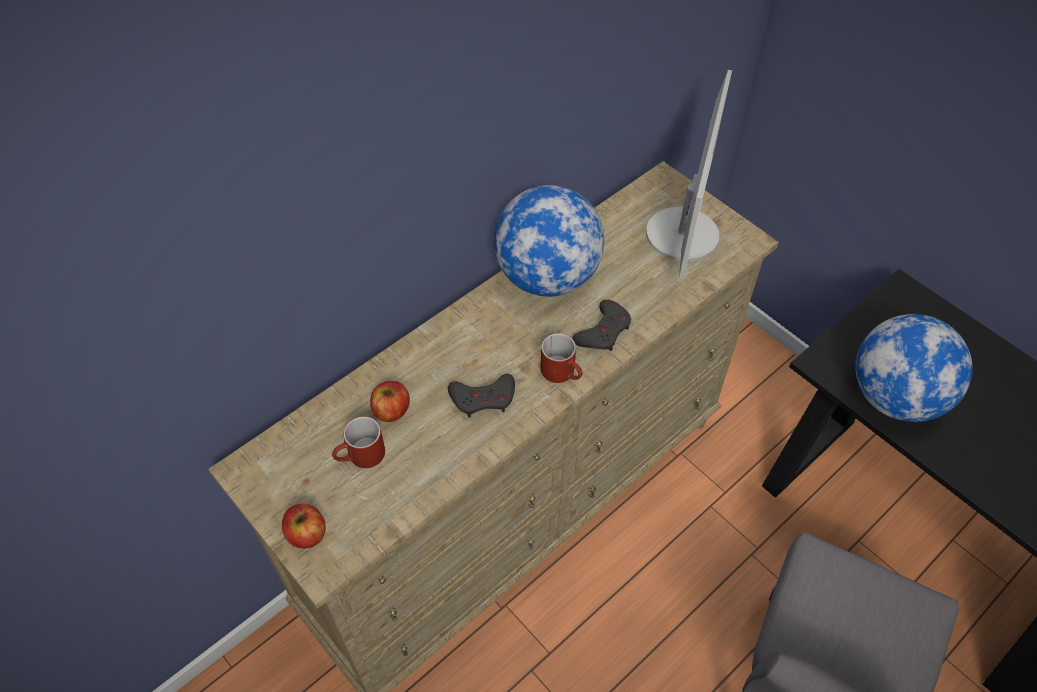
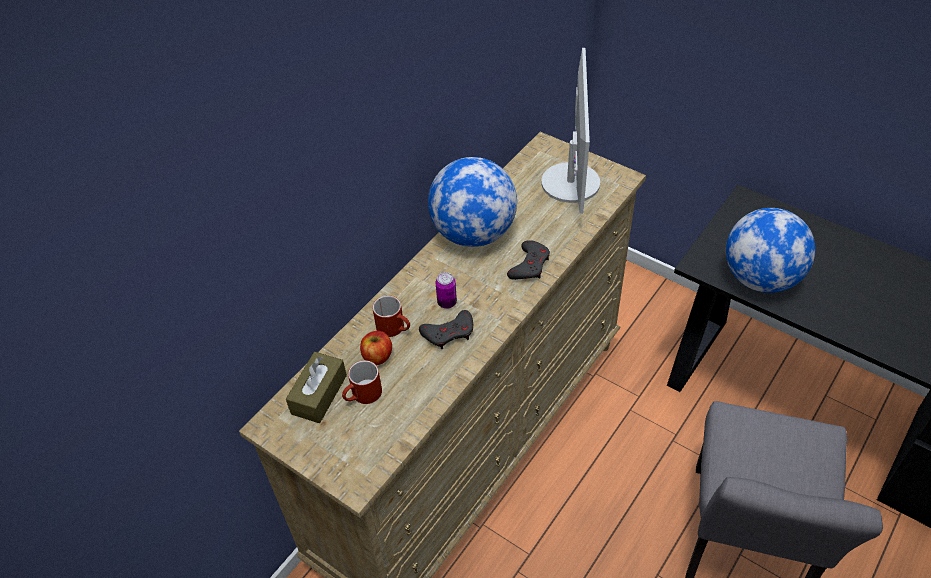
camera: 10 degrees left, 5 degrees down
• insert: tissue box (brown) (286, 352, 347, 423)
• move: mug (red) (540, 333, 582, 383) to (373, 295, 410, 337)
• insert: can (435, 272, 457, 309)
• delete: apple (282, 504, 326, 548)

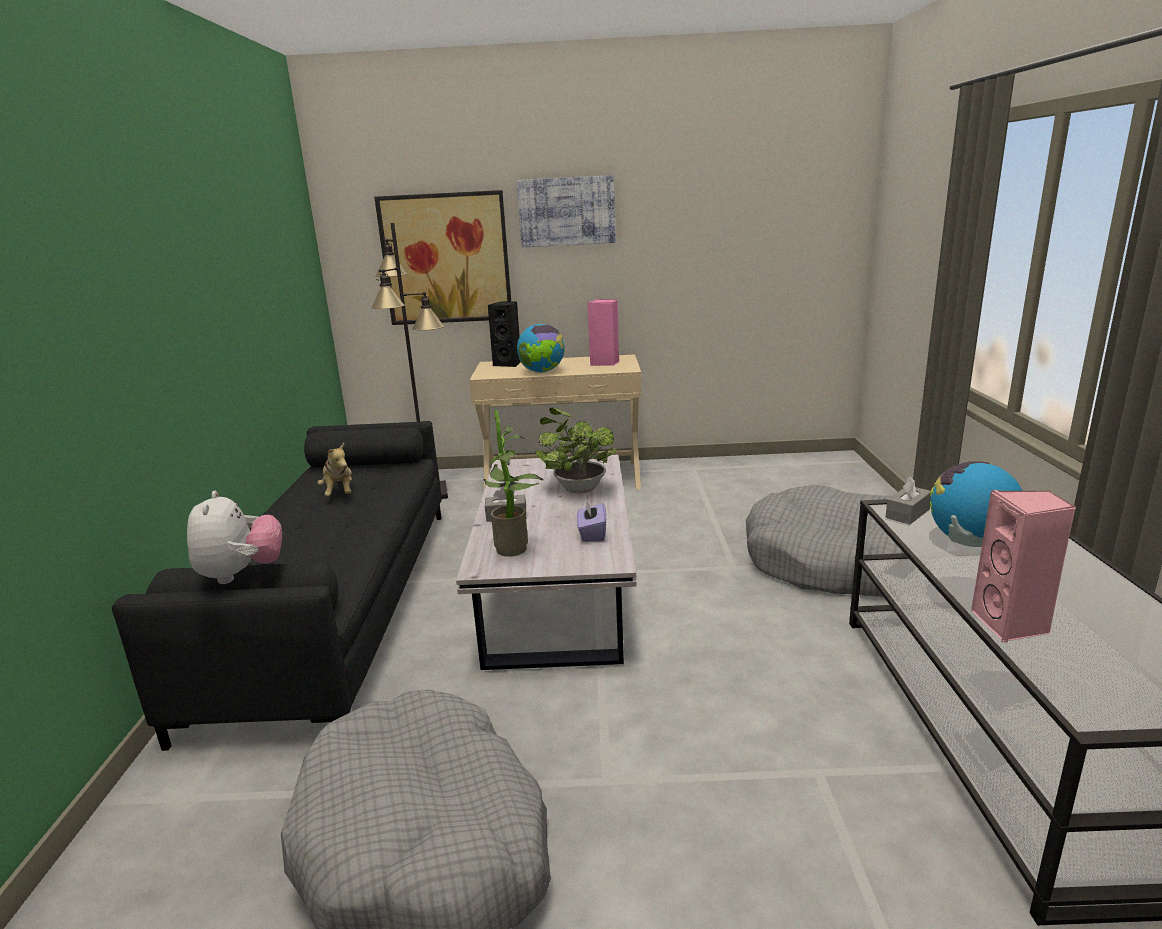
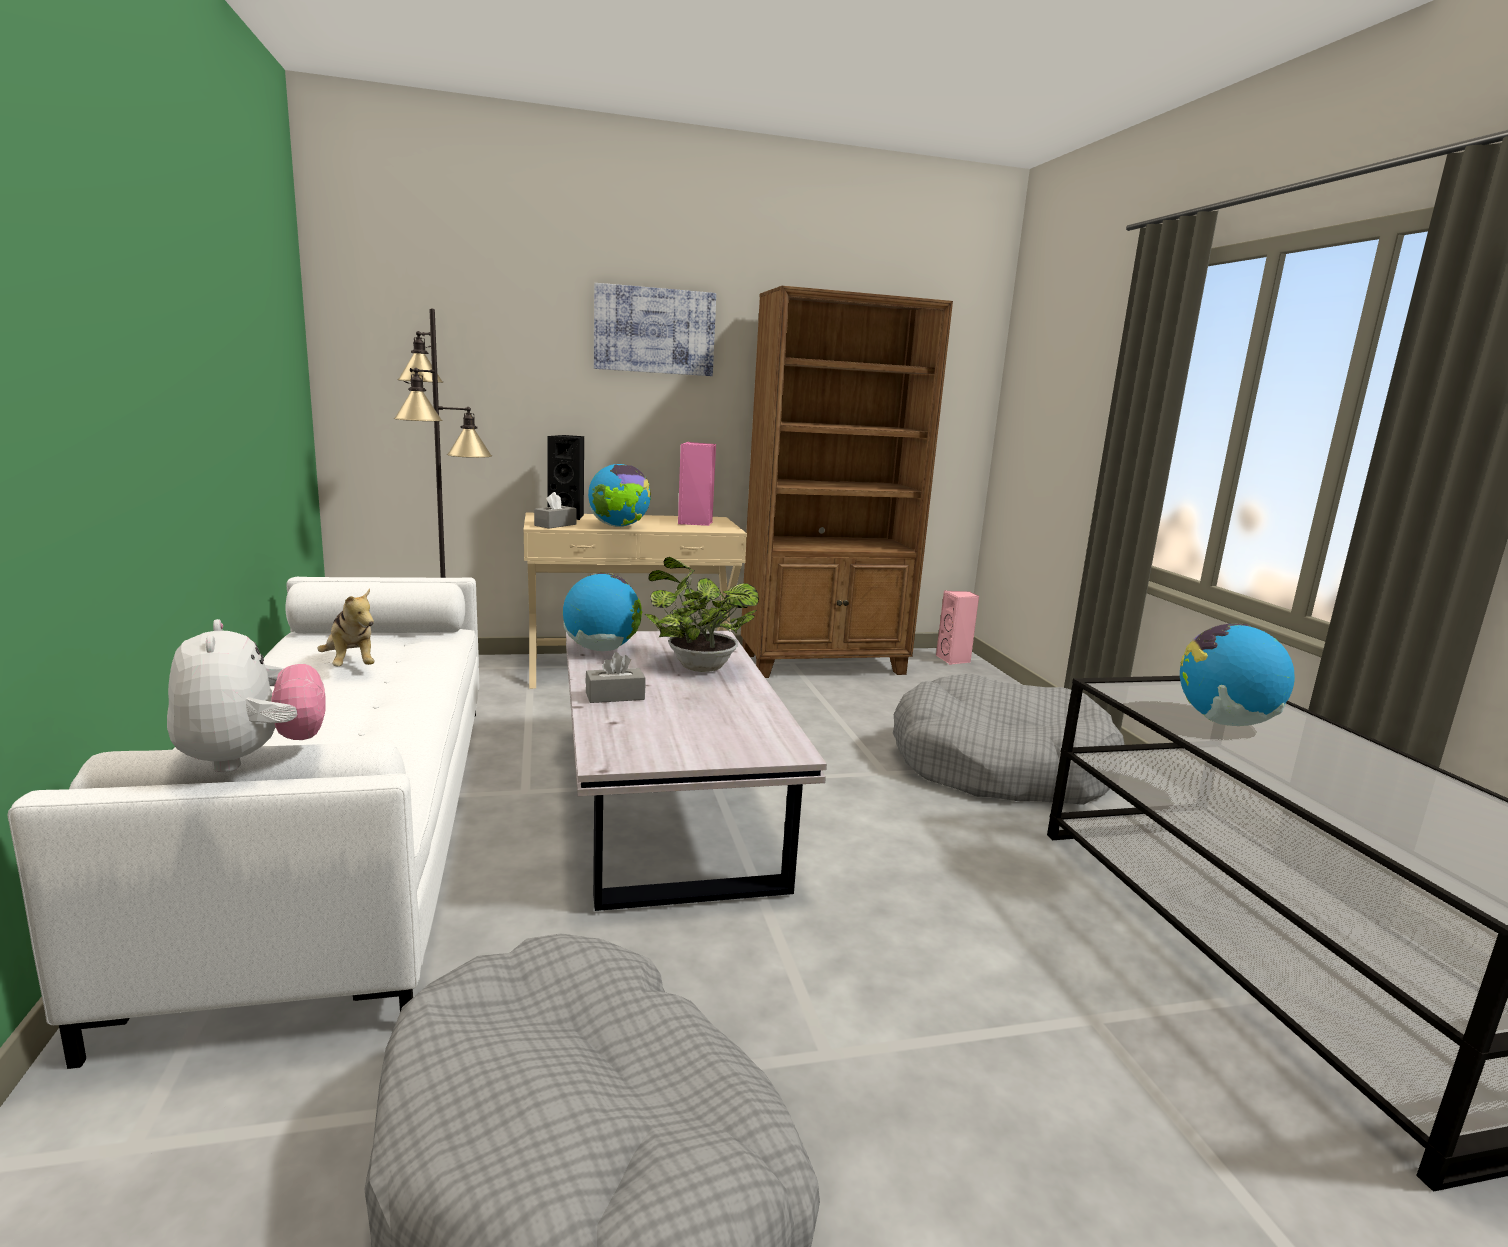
camera: 15 degrees left, 5 degrees down
• recolor: sofa (black) (112, 421, 442, 751) to sofa (white) (8, 577, 479, 1069)
• move: tissue box (grey) (886, 476, 931, 525) to (534, 492, 576, 528)
• insert: globe (563, 573, 642, 651)
• insert: bookcase (brown) (741, 286, 953, 678)
• move: speaker (pink) (971, 490, 1076, 642) to (936, 590, 979, 665)
• delete: picture (374, 190, 511, 325)
• delete: potted plant (483, 410, 544, 557)
• delete: tissue box (purple) (577, 500, 606, 542)

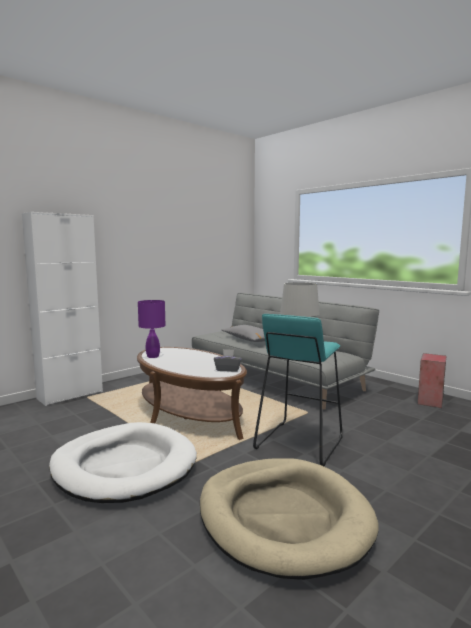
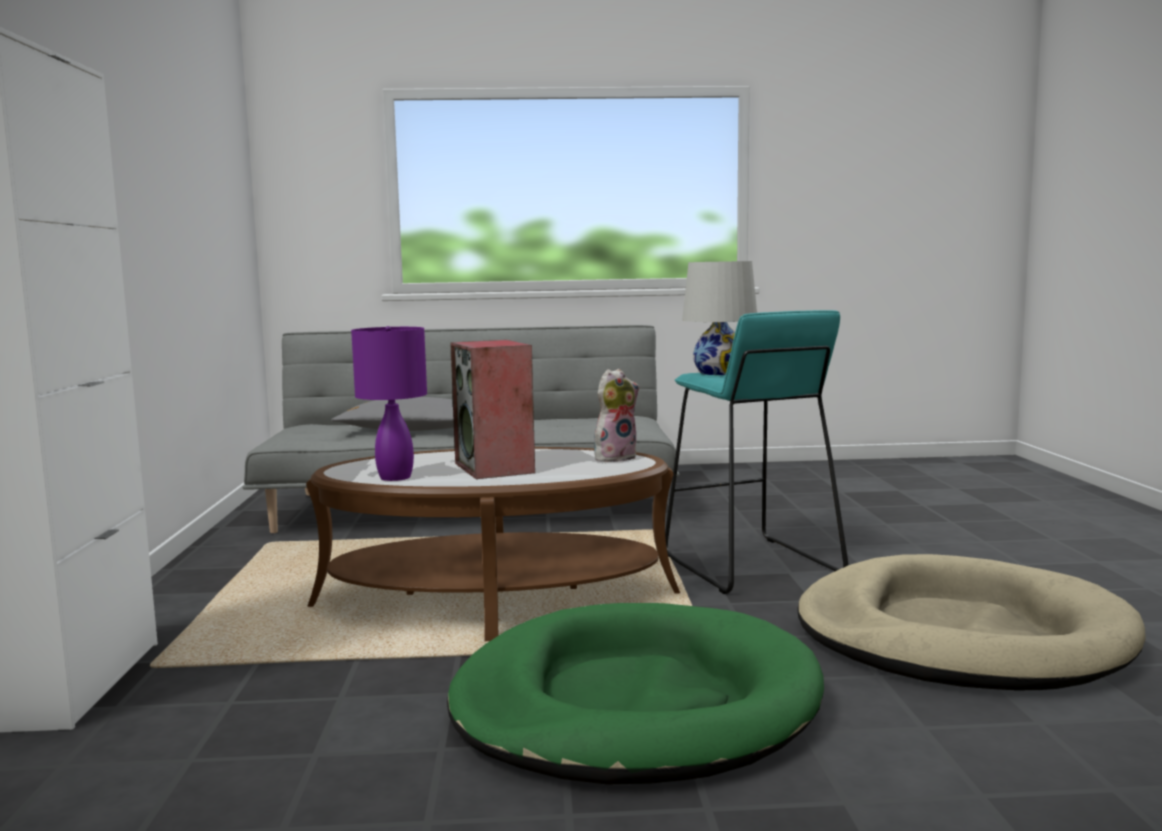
camera: 50 degrees left, 0 degrees up
• recolor: dog bed (white) (49, 422, 197, 503) to dog bed (green) (447, 603, 824, 784)
• move: speaker (418, 353, 446, 408) to (450, 340, 535, 479)
• replace: tissue box (grey) (214, 349, 242, 372) to plush toy (594, 369, 639, 463)

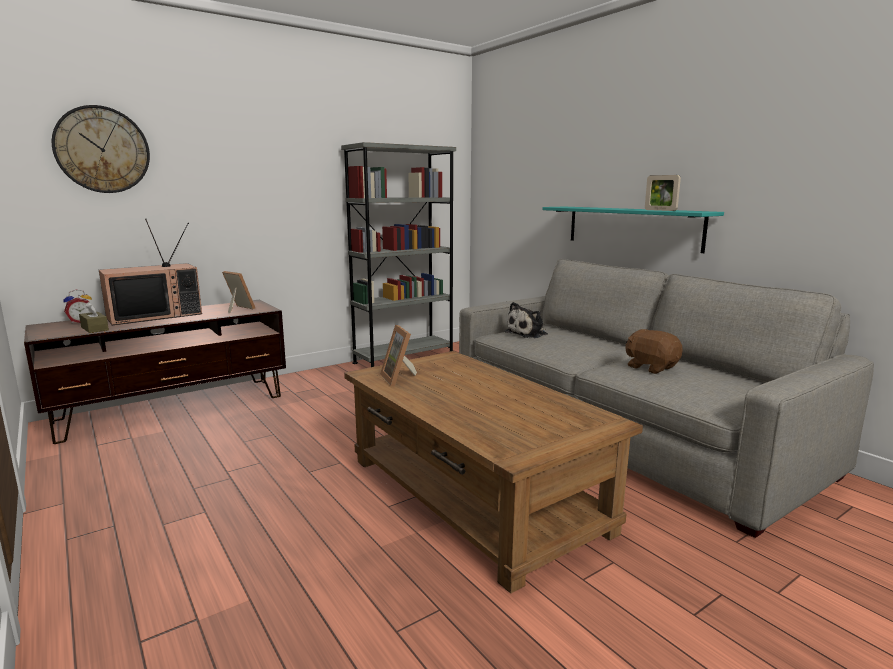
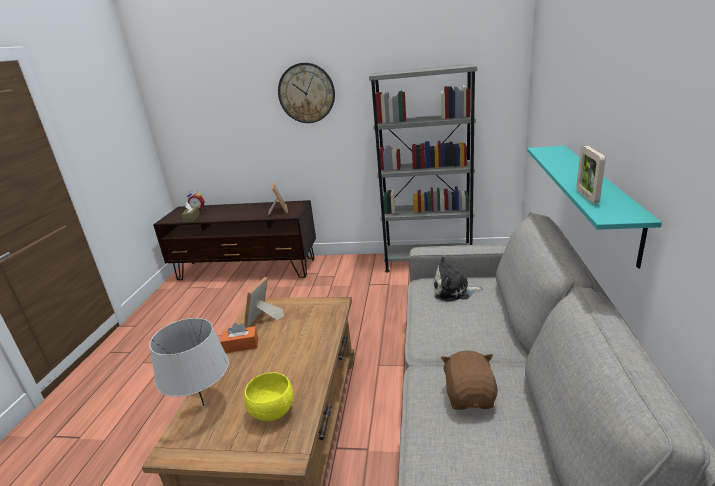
camera: 45 degrees right, 10 degrees up
• insert: table lamp (grey) (149, 318, 229, 406)
• insert: tissue box (orange) (220, 323, 258, 353)
• insert: bowl (yellow) (244, 372, 293, 421)
• move: wall clock (52, 105, 150, 193) to (278, 63, 335, 123)
• delete: television (99, 219, 202, 325)

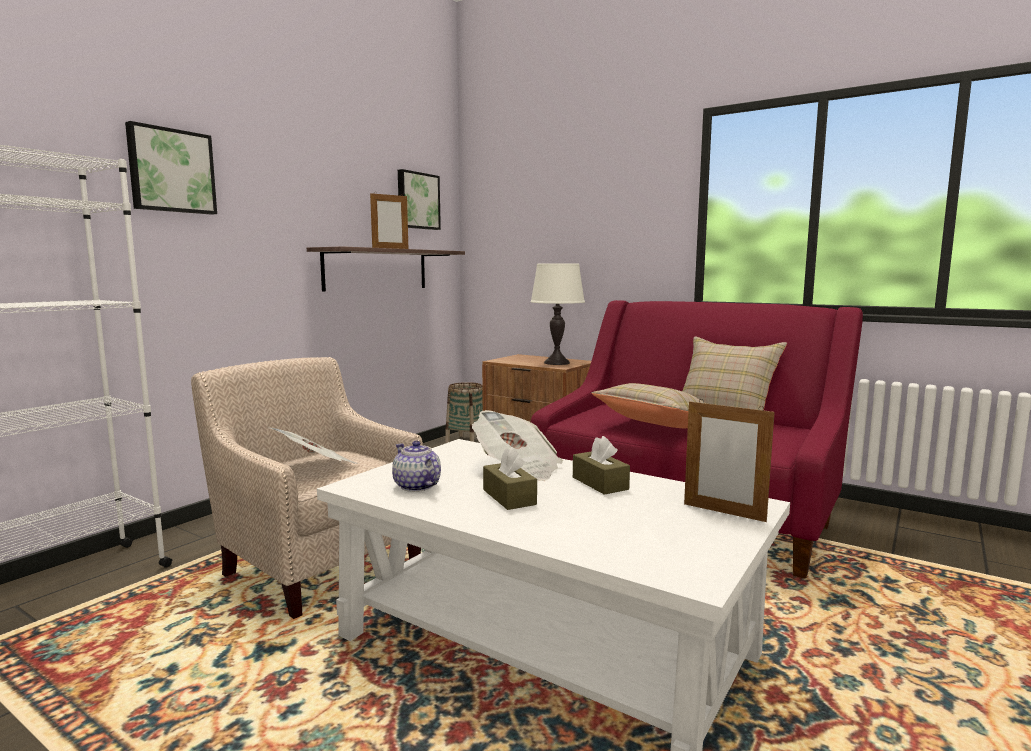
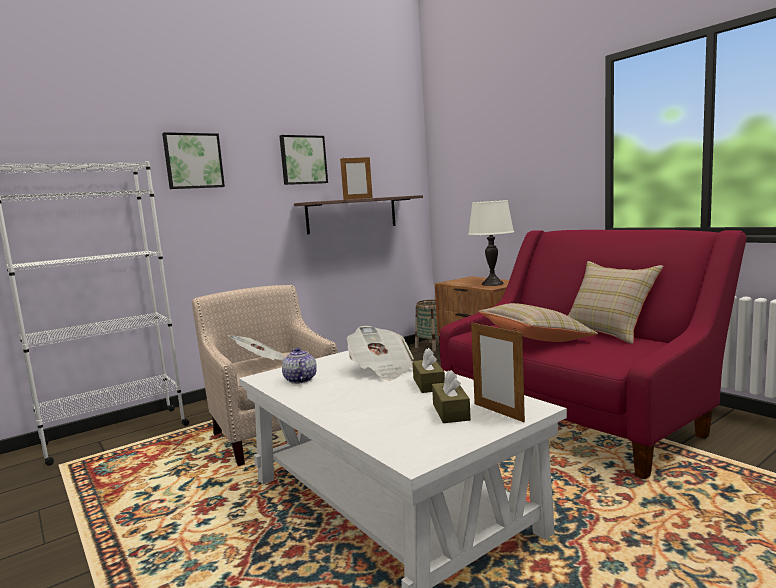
camera: 20 degrees right, 0 degrees up
• move: picture (398, 169, 441, 230) to (279, 135, 328, 185)
• move: tissue box (brown) (483, 447, 537, 510) to (432, 370, 471, 423)

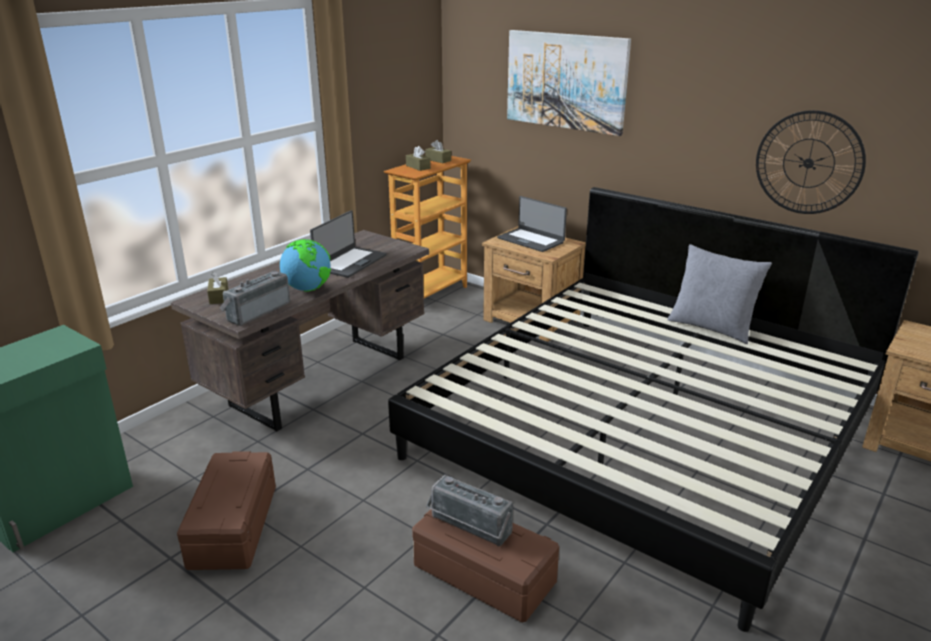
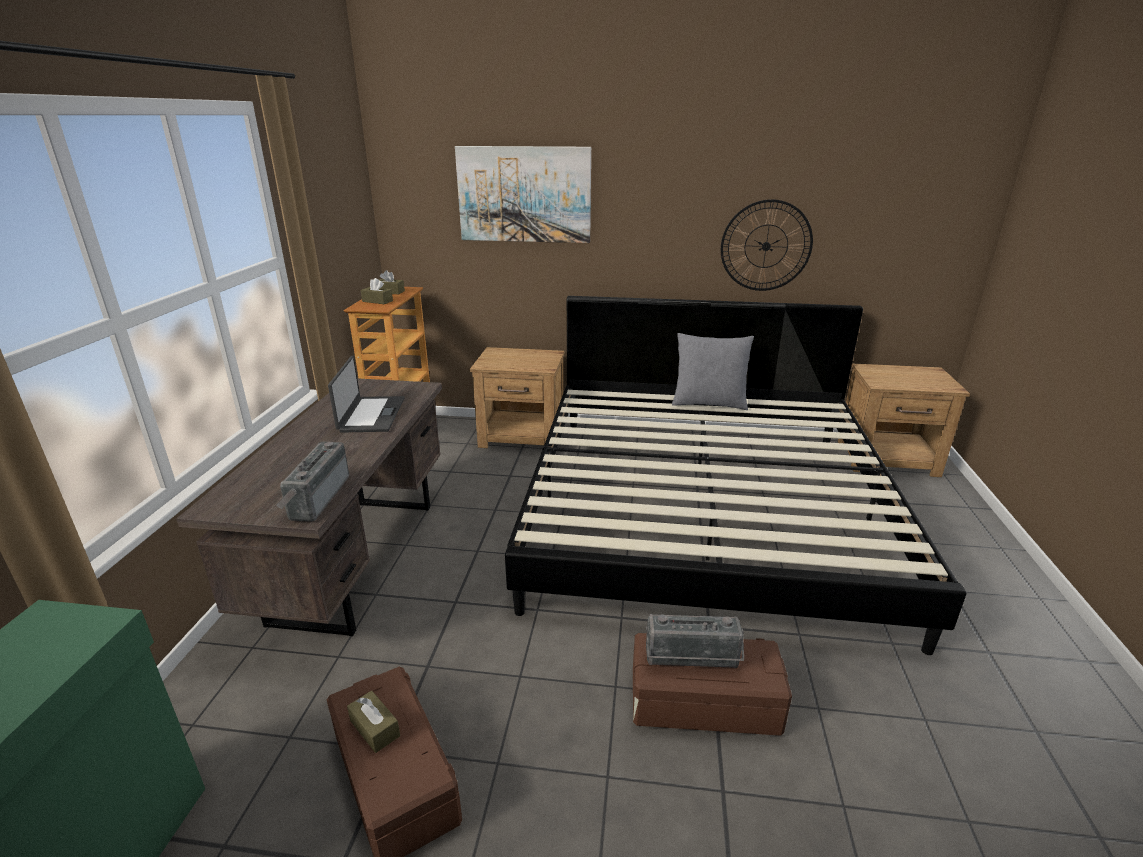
camera: 30 degrees left, 0 degrees up
• move: tissue box (brown) (207, 271, 229, 304) to (347, 691, 400, 753)
• delete: globe (280, 239, 331, 292)
• delete: laptop (497, 196, 567, 252)

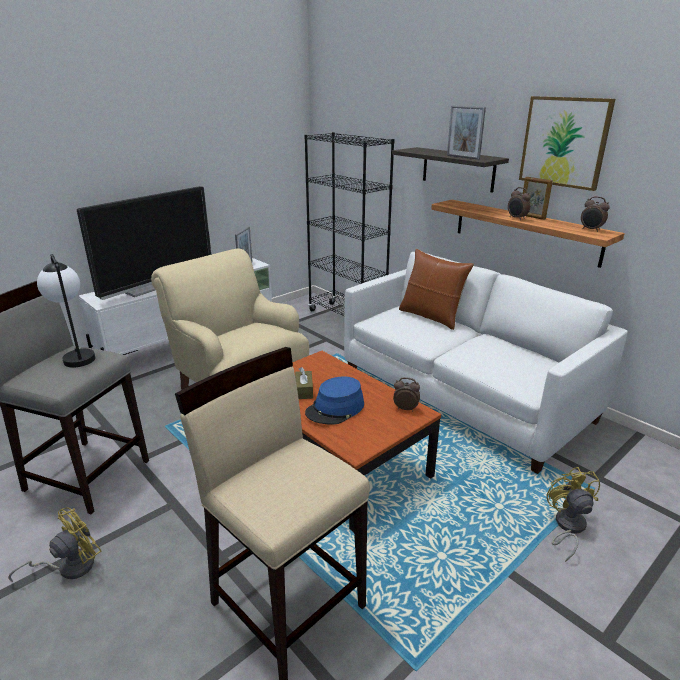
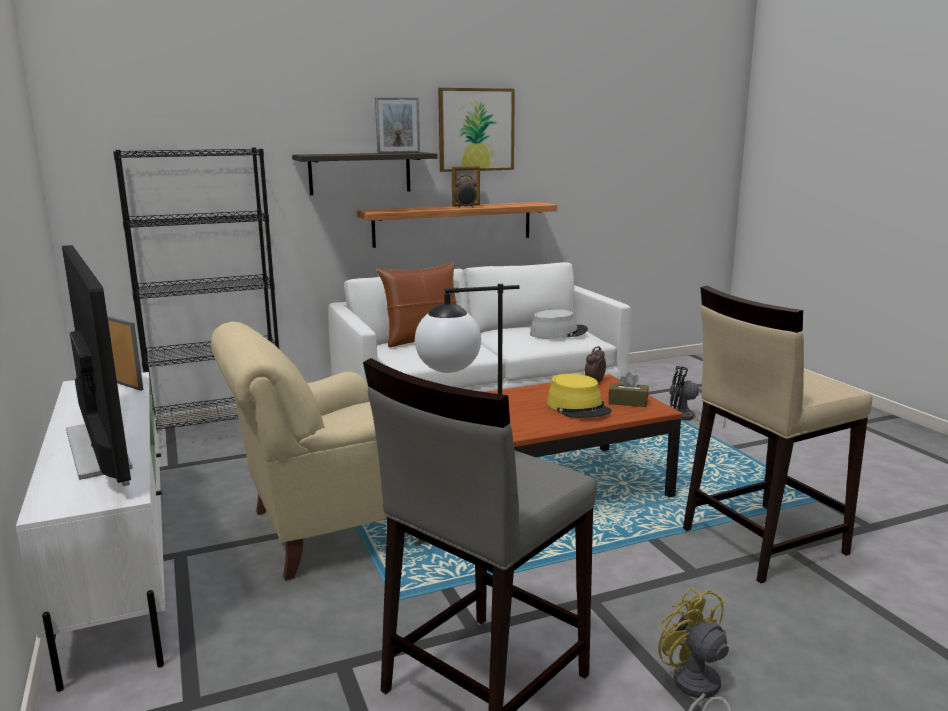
camera: 70 degrees left, 10 degrees down
• insert: hat (grey) (530, 309, 588, 339)
• recolor: hat (blue) (305, 377, 364, 425) to hat (yellow) (547, 374, 612, 418)
• move: tissue box (brown) (295, 367, 313, 399) to (609, 372, 649, 407)
• recolor: fan (yellow) (547, 467, 600, 562) to fan (black) (670, 366, 726, 428)
• delete: alarm clock (581, 196, 610, 232)

